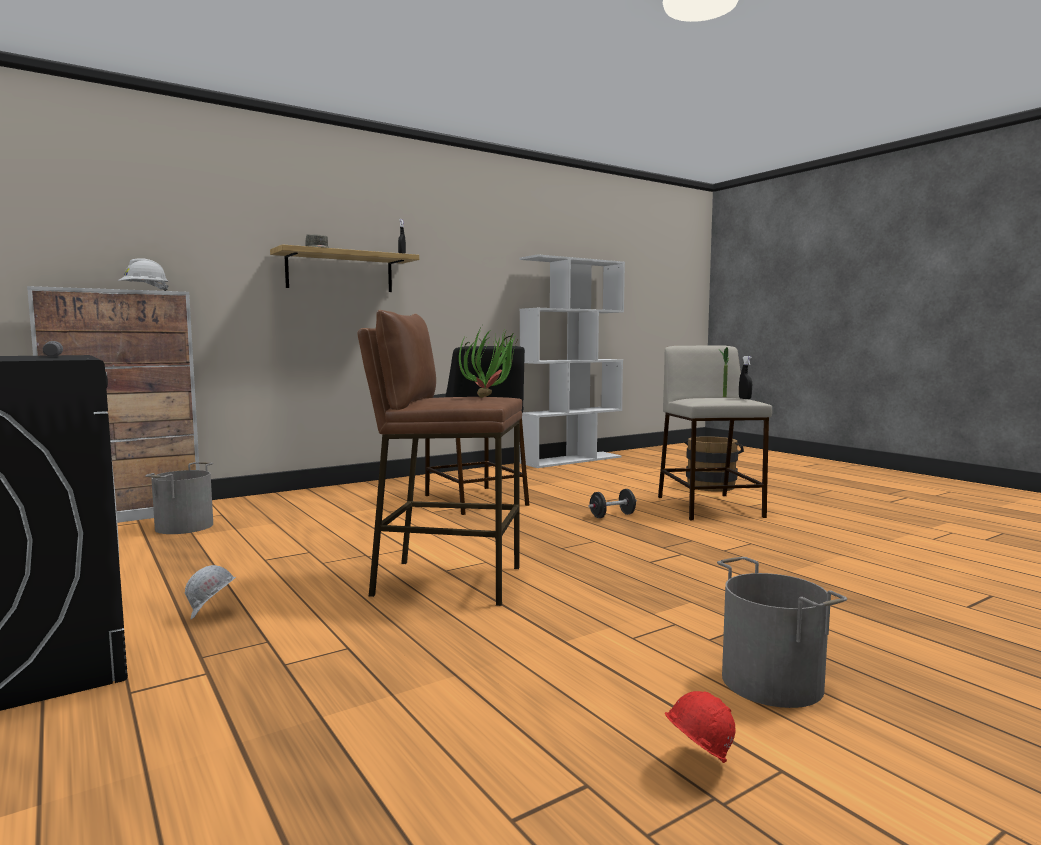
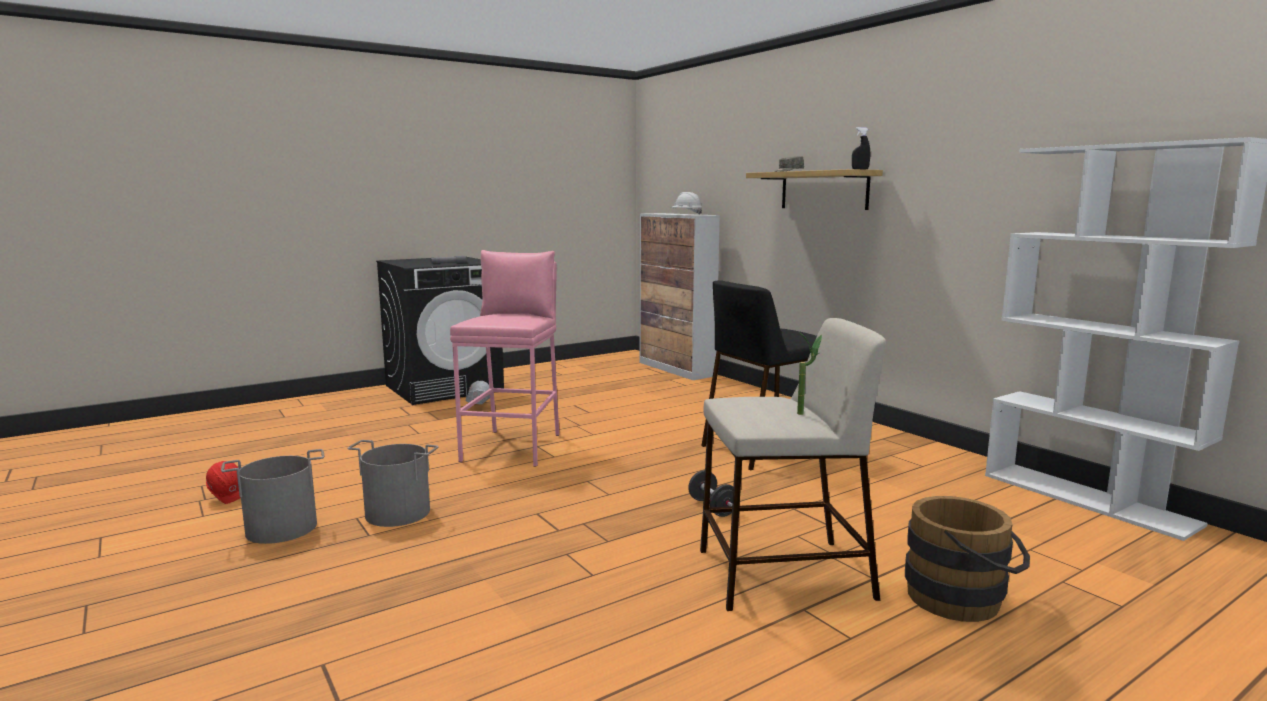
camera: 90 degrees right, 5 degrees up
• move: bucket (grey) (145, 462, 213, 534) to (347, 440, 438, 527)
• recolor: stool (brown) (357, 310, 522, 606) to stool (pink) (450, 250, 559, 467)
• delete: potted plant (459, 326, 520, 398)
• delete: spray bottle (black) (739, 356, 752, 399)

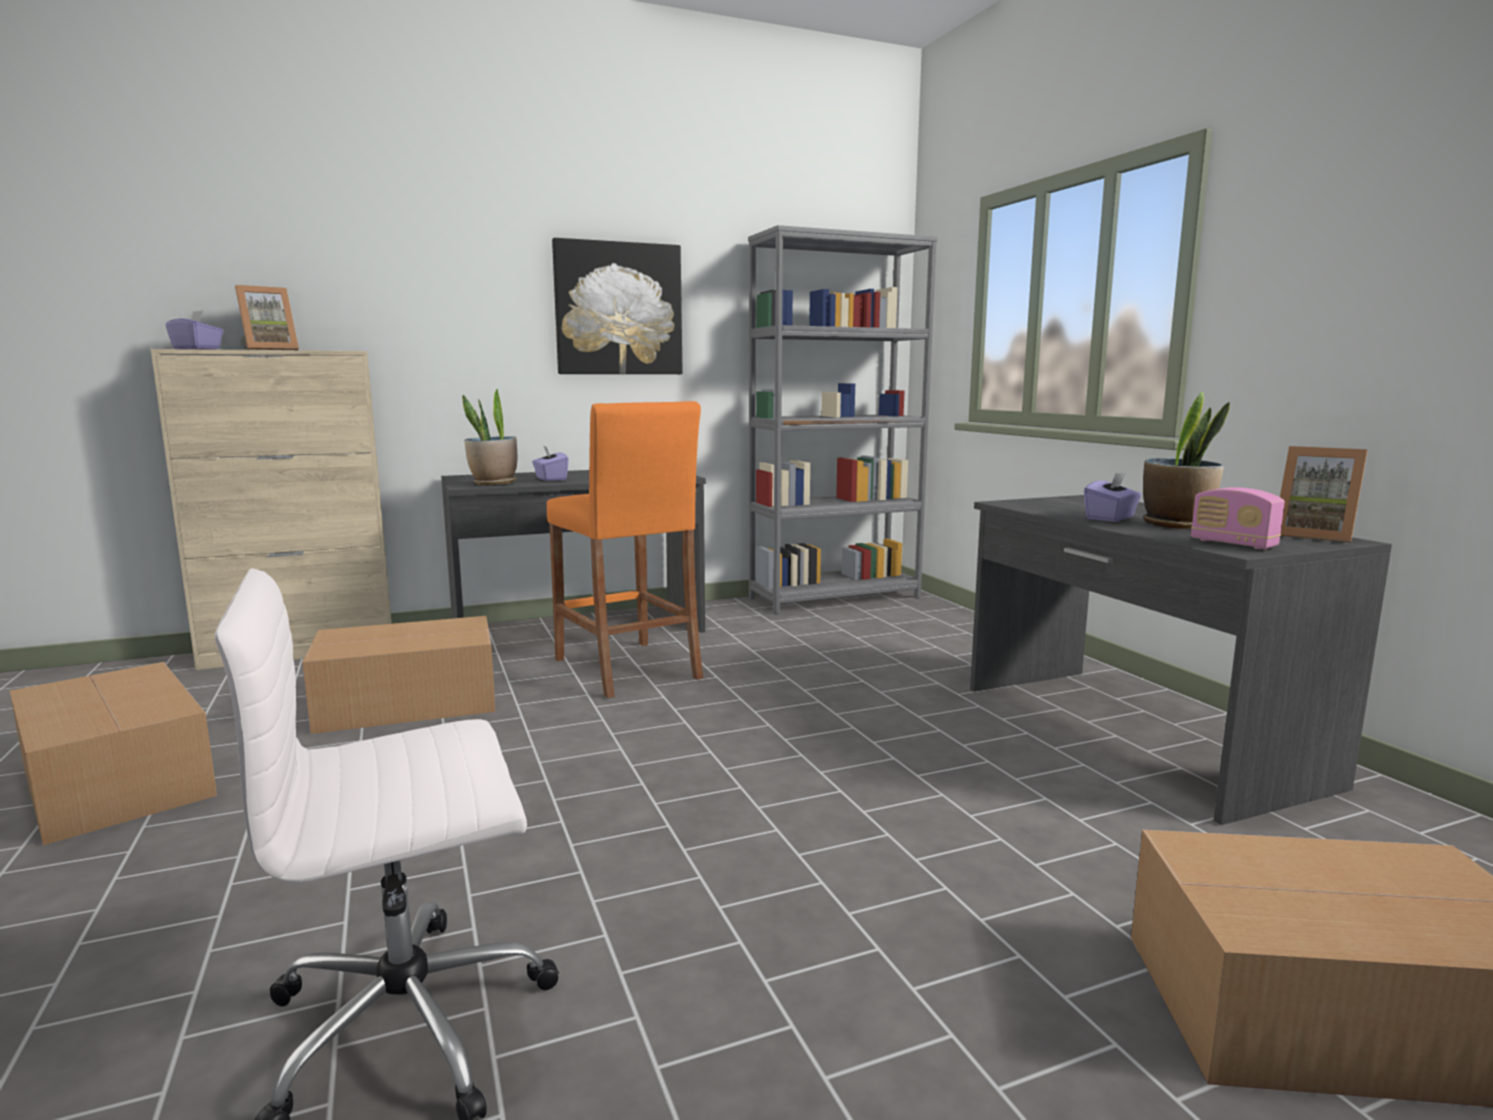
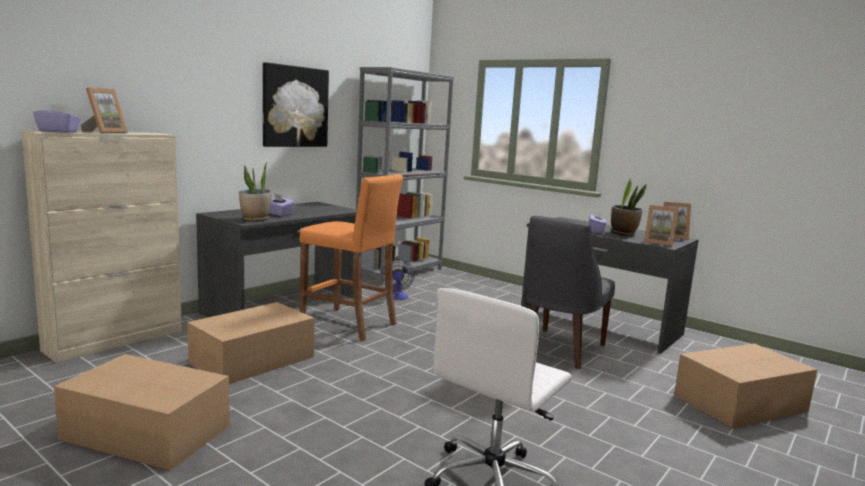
camera: 30 degrees left, 0 degrees up
• insert: fan (381, 259, 415, 300)
• insert: chair (grey) (526, 216, 615, 369)
• replace: radio (1191, 487, 1285, 549) to picture frame (644, 205, 678, 246)

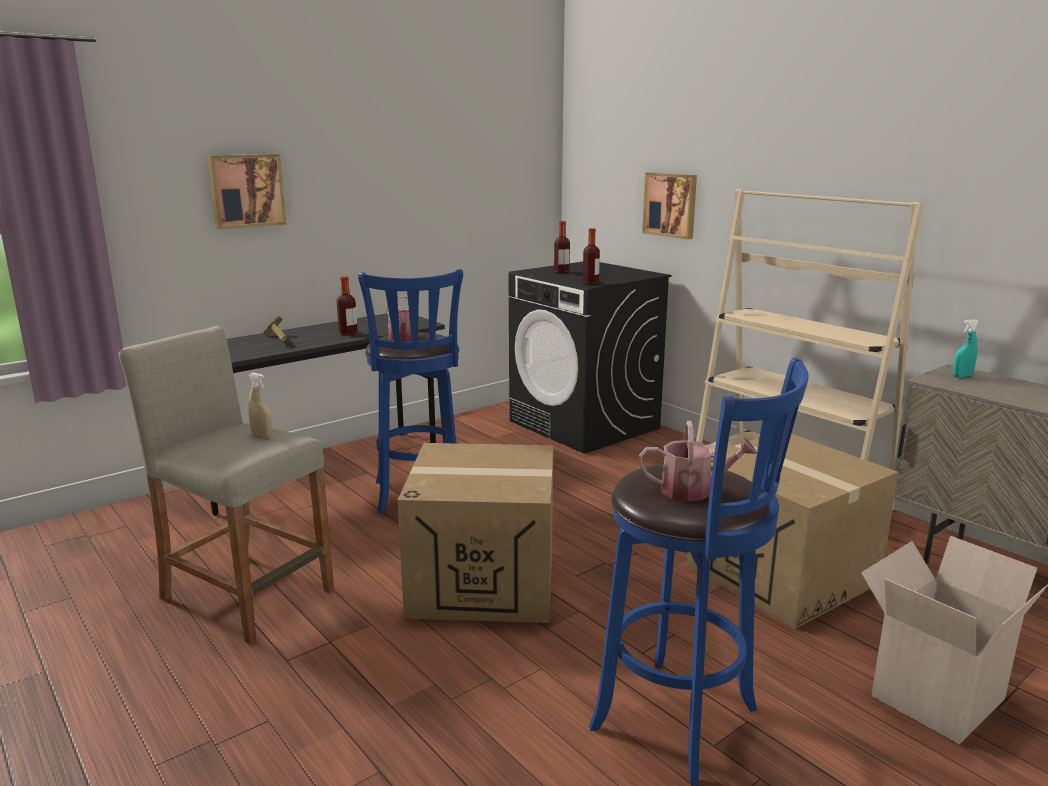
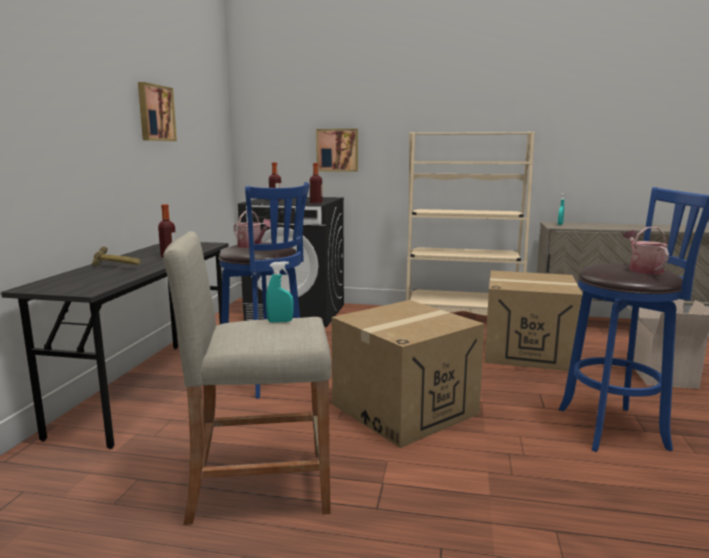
camera: 40 degrees left, 5 degrees down
• move: picture (207, 154, 286, 229) to (138, 82, 177, 141)
• recolor: spray bottle (beige) (248, 373, 273, 438) to spray bottle (turquoise) (266, 261, 294, 323)
• rotate: watering can (639, 421, 757, 502) = (623, 227, 669, 274) 60 degrees counterclockwise

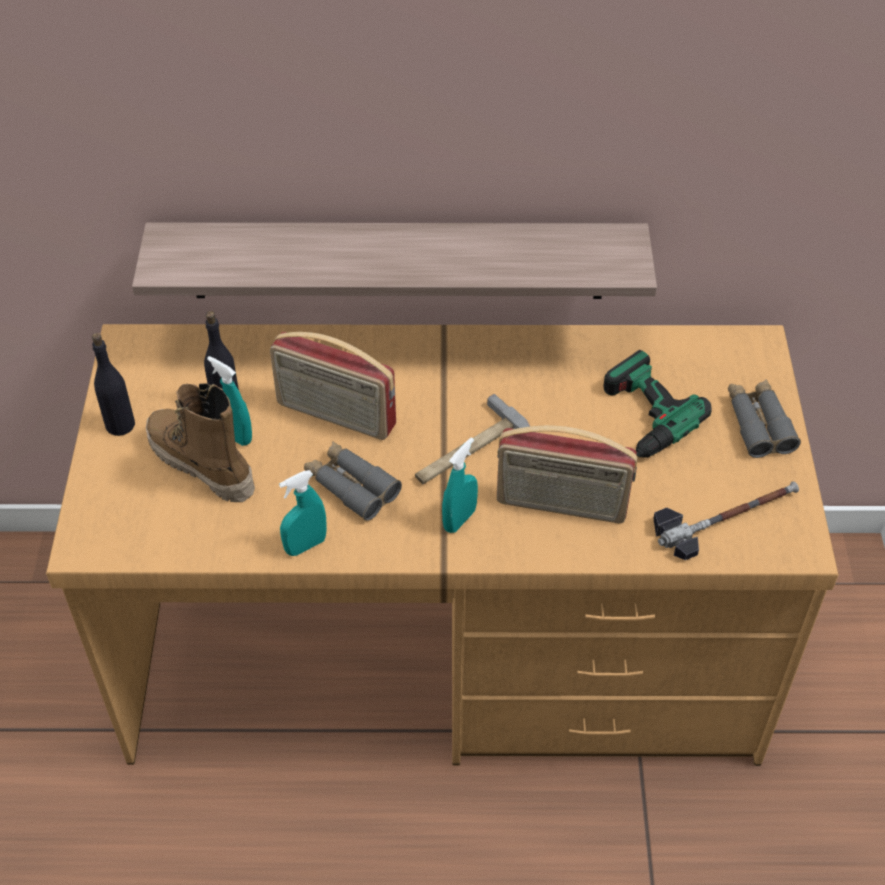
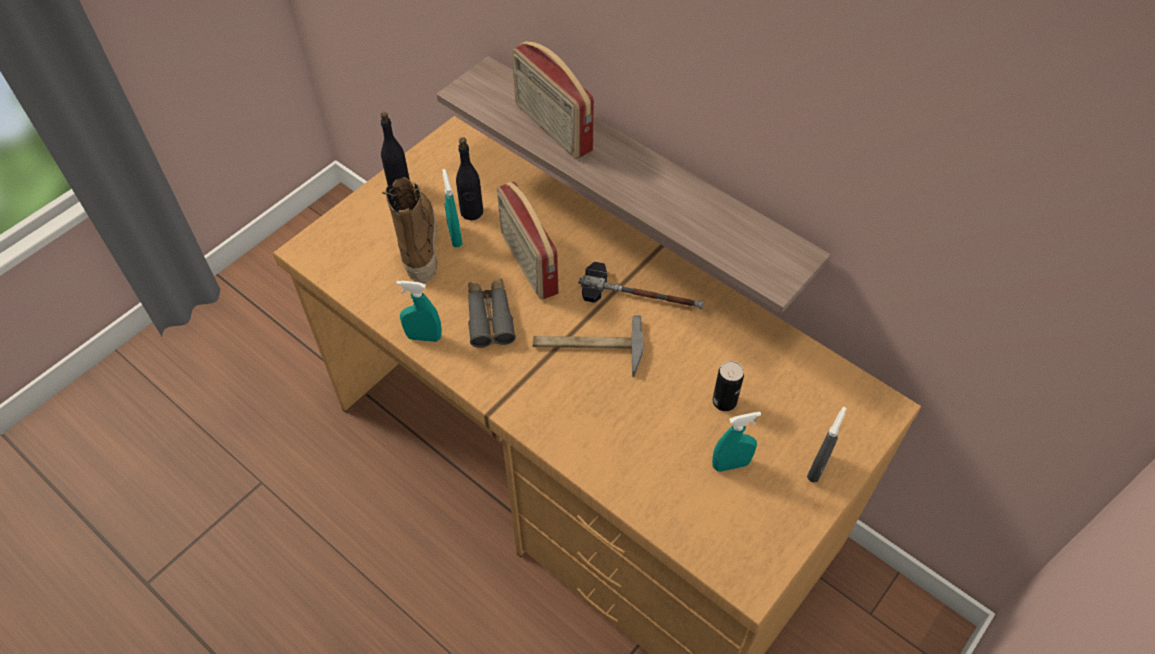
camera: 40 degrees right, 5 degrees up
• move: radio (497, 426, 637, 523) to (512, 41, 594, 159)
• move: hammer (653, 481, 799, 560) to (578, 262, 704, 310)
• replace: power drill (603, 350, 712, 458) to can (712, 361, 744, 411)
• move: spray bottle (turquoise) (442, 437, 478, 533) to (712, 412, 761, 472)
• replace: binoculars (grey) (728, 379, 801, 458) to spray bottle (grey) (807, 407, 847, 482)

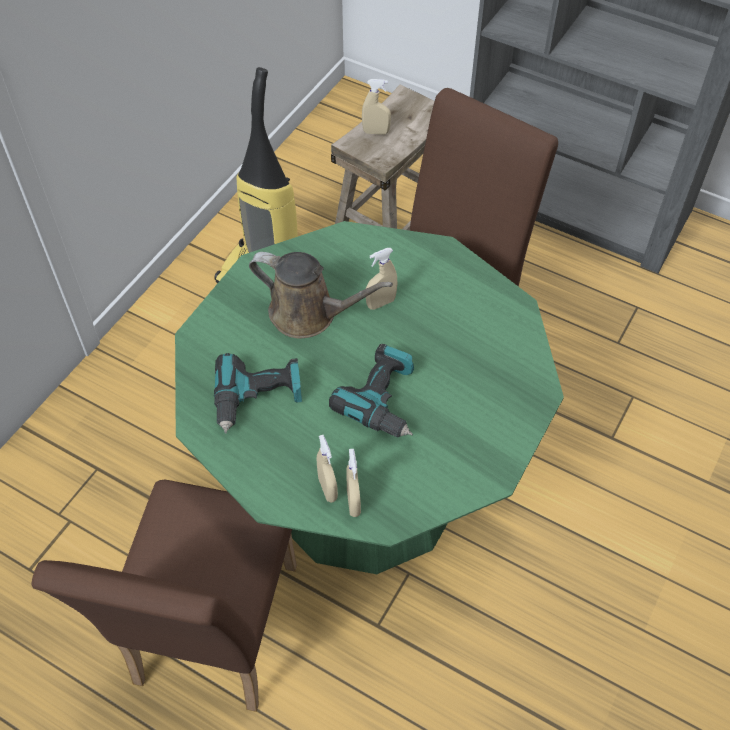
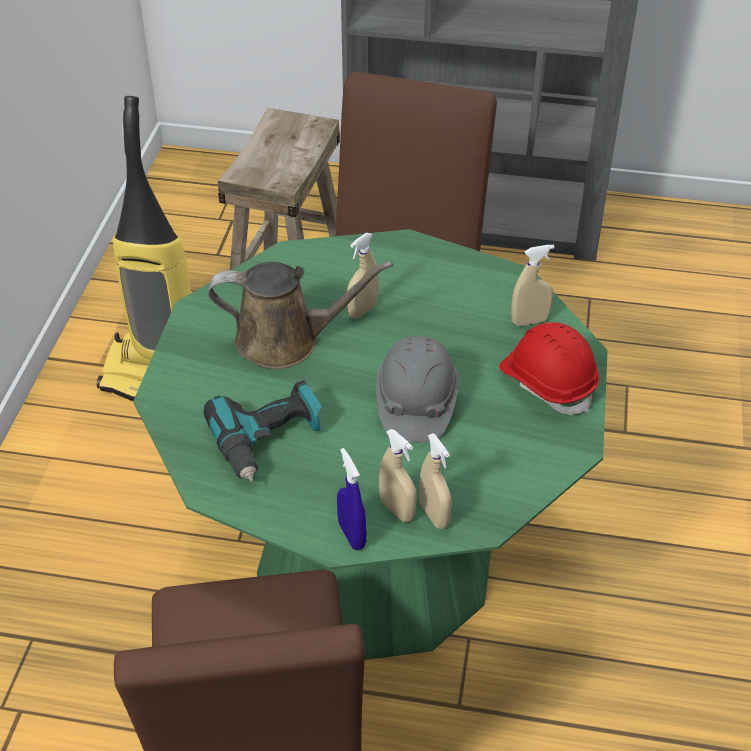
camera: 20 degrees left, 10 degrees down
• insert: spray bottle (blue) (337, 448, 367, 550)
• replace: power drill (329, 344, 414, 438) to hard hat (grey) (376, 336, 459, 442)
• insert: hard hat (red) (499, 322, 600, 415)
• move: spray bottle (beige) (362, 79, 391, 135) to (511, 244, 555, 326)

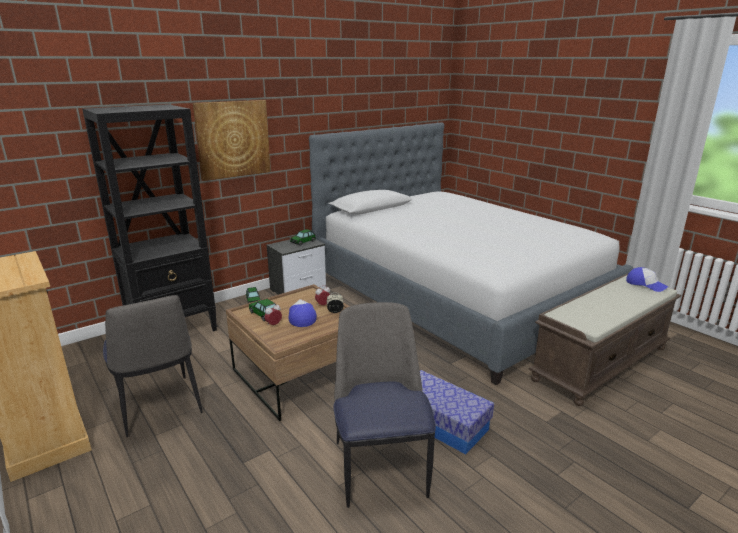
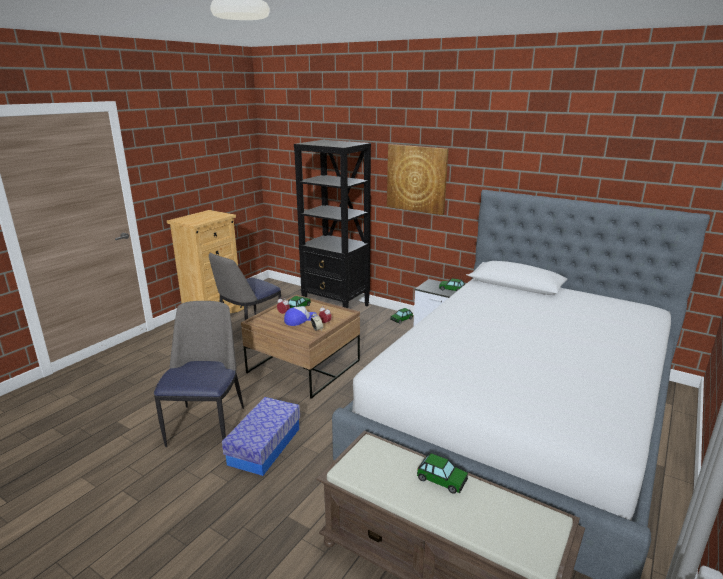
camera: 70 degrees right, 0 degrees up
• rotate: chair (334, 302, 436, 508) = (154, 301, 244, 447) 60 degrees counterclockwise
• insert: toy car (417, 453, 468, 494)
• delete: cap (626, 267, 668, 292)

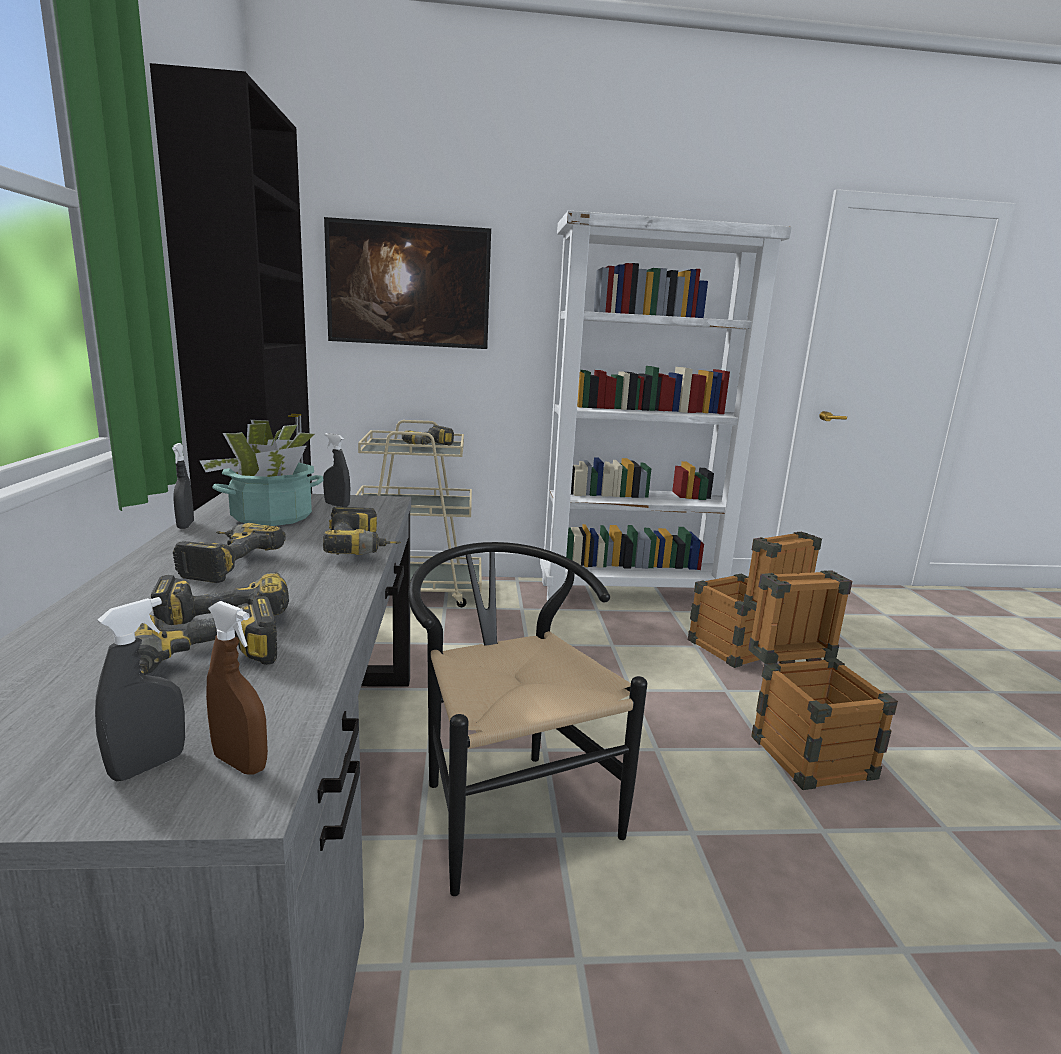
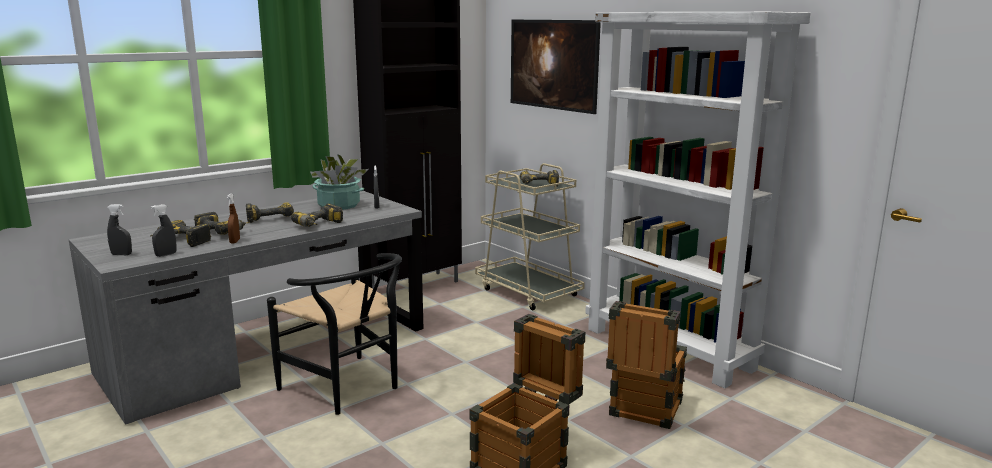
camera: 55 degrees right, 0 degrees up
• move: spray bottle (grey) (172, 443, 194, 529) to (151, 204, 177, 257)
• move: spray bottle (brown) (206, 601, 268, 774) to (227, 193, 240, 244)
• rotate: chair (black) (408, 542, 647, 896) = (267, 253, 402, 415) 105 degrees clockwise

